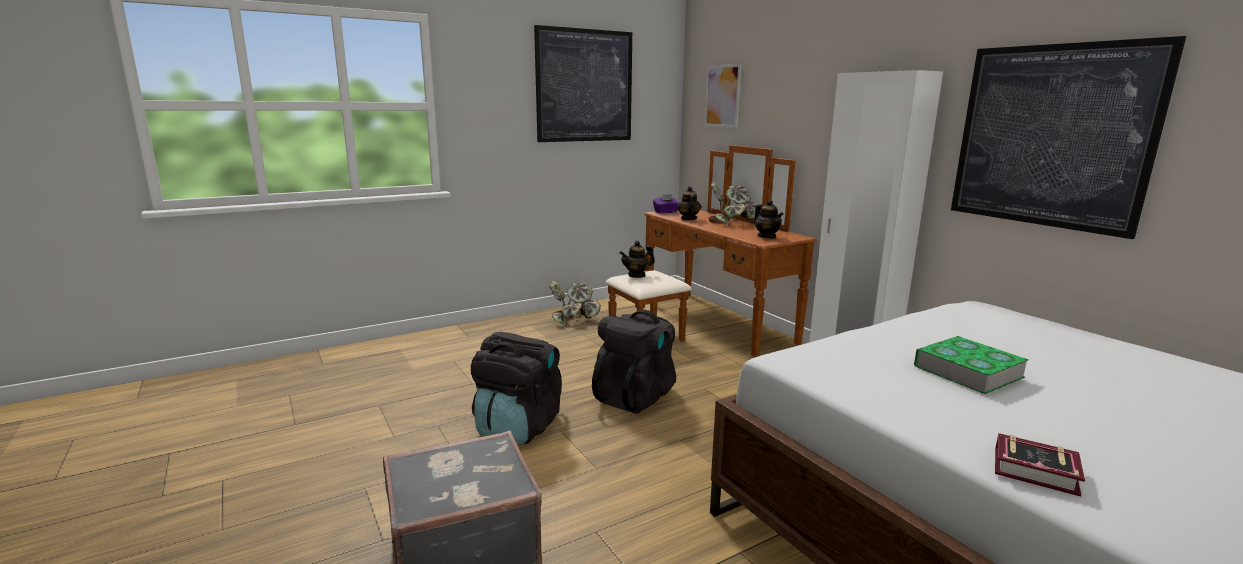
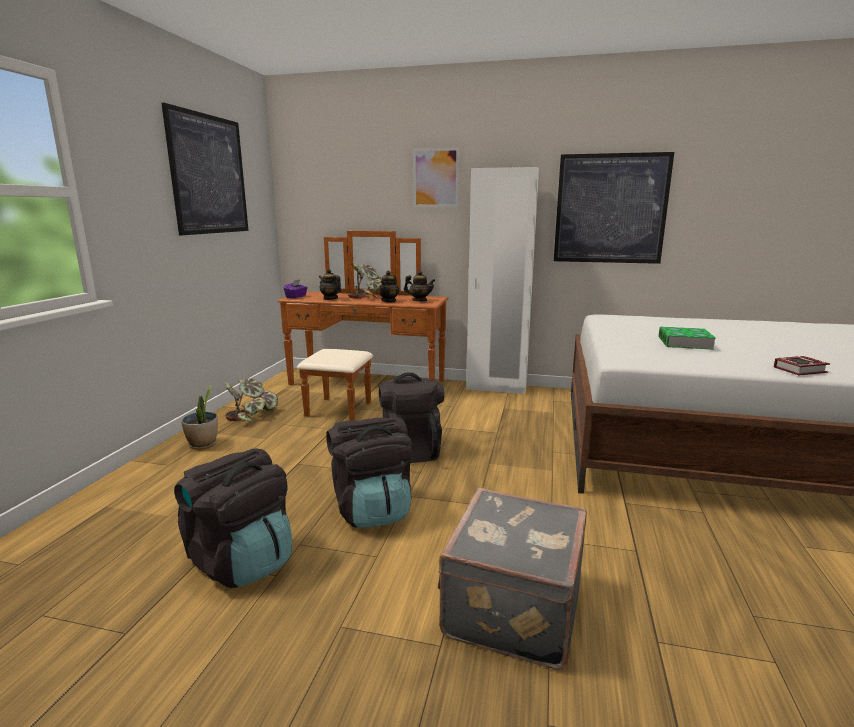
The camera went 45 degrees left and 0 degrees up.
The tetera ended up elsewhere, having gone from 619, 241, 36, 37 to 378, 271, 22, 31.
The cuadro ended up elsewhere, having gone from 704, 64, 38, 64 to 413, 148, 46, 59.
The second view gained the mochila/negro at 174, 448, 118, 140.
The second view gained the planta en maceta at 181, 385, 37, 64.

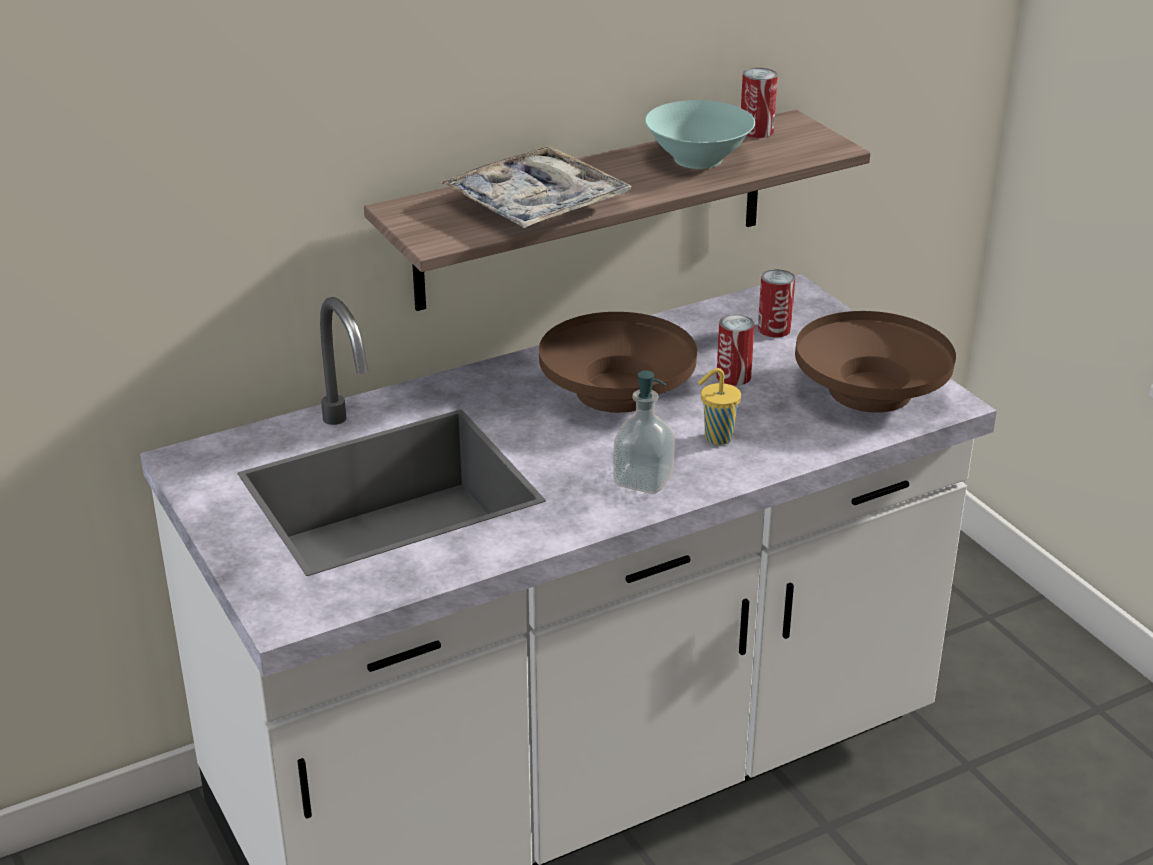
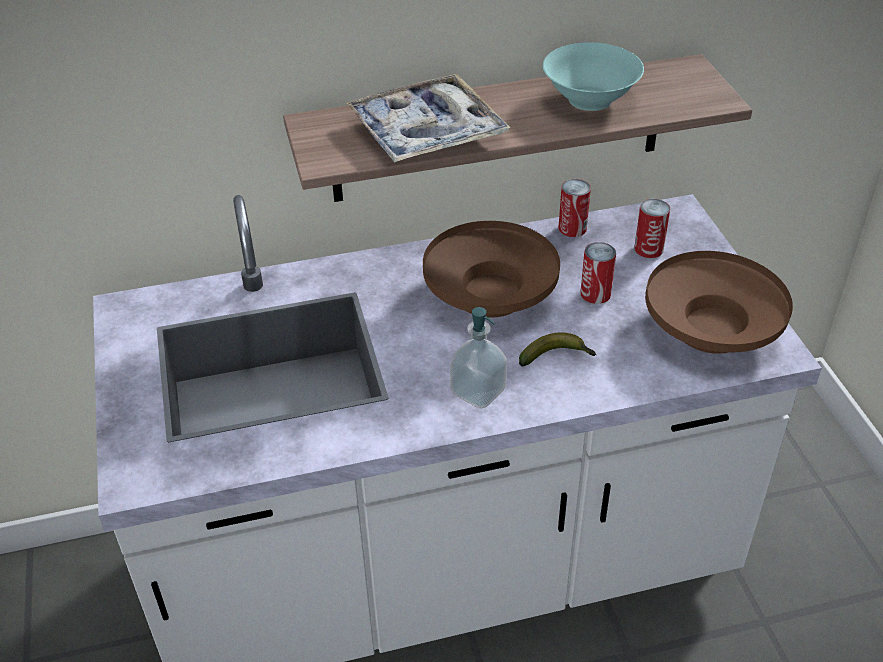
The camera went 15 degrees right and 10 degrees up.
Where the taza/amarillo stood at 698, 368, 43, 77, the plátano came to stand at 519, 332, 77, 35.
The lata ended up elsewhere, having gone from 741, 68, 37, 70 to 558, 179, 33, 58.

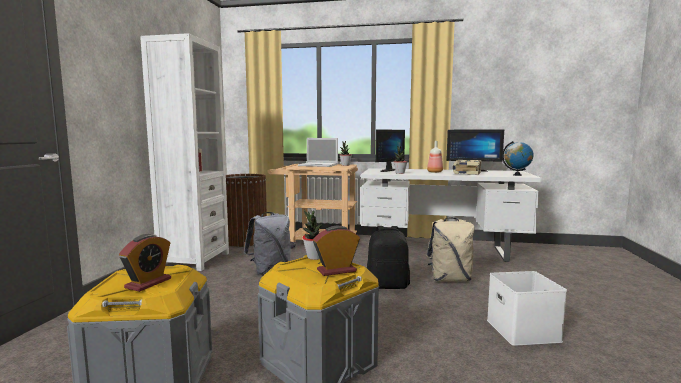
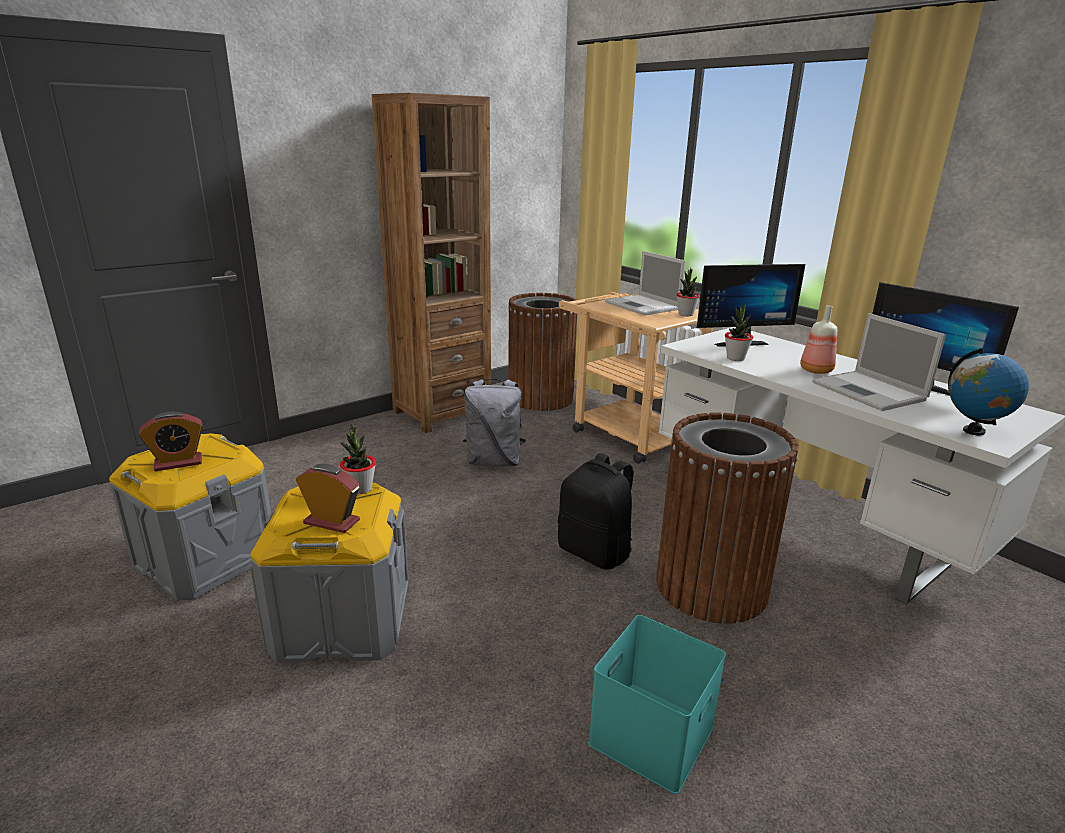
The camera went 40 degrees right and 15 degrees up.
What was the estantería/blanco at 140, 33, 89, 238 turned into the estantería/marrón at 372, 93, 119, 340.
Where the mochila/beis stood at 426, 217, 49, 65, the papelera/marrón came to stand at 656, 412, 143, 212.
Where the libro stood at 453, 160, 29, 15, the portátil came to stand at 812, 313, 134, 98.
What was the caja de almacenaje/blanco at 487, 271, 80, 75 turned into the caja de almacenaje/turquesa at 588, 615, 138, 179.

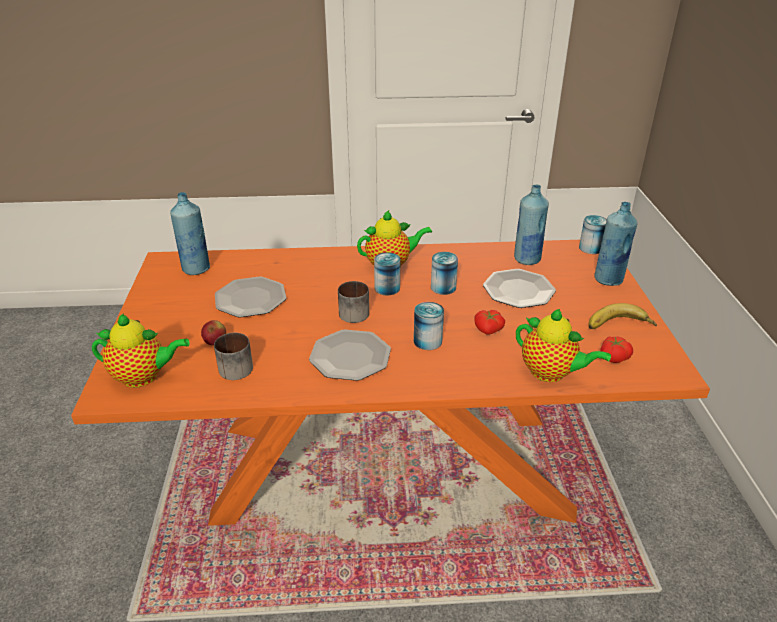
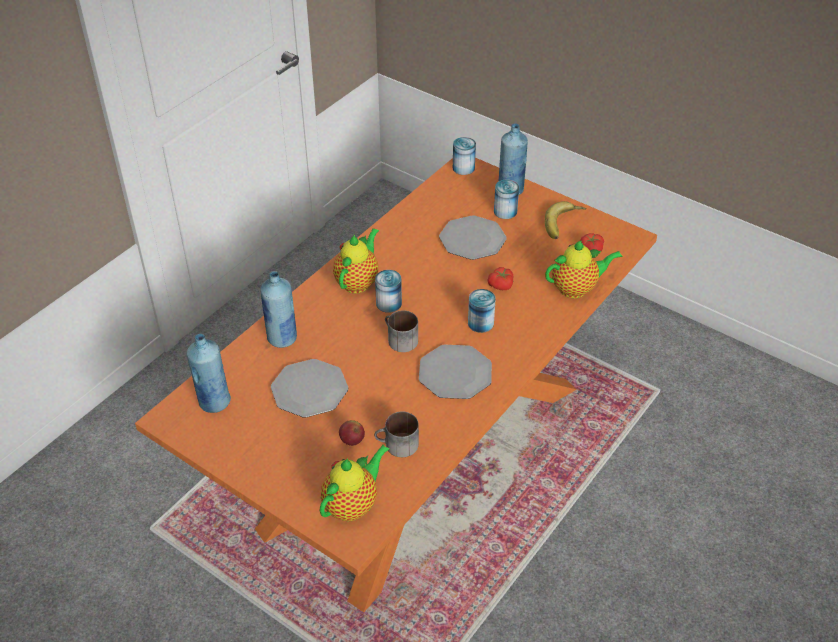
The camera went 50 degrees left and 10 degrees up.
The lata ended up elsewhere, having gone from 431, 252, 27, 43 to 494, 180, 25, 39.
The botella/azul ended up elsewhere, having gone from 514, 185, 35, 80 to 260, 271, 37, 77.

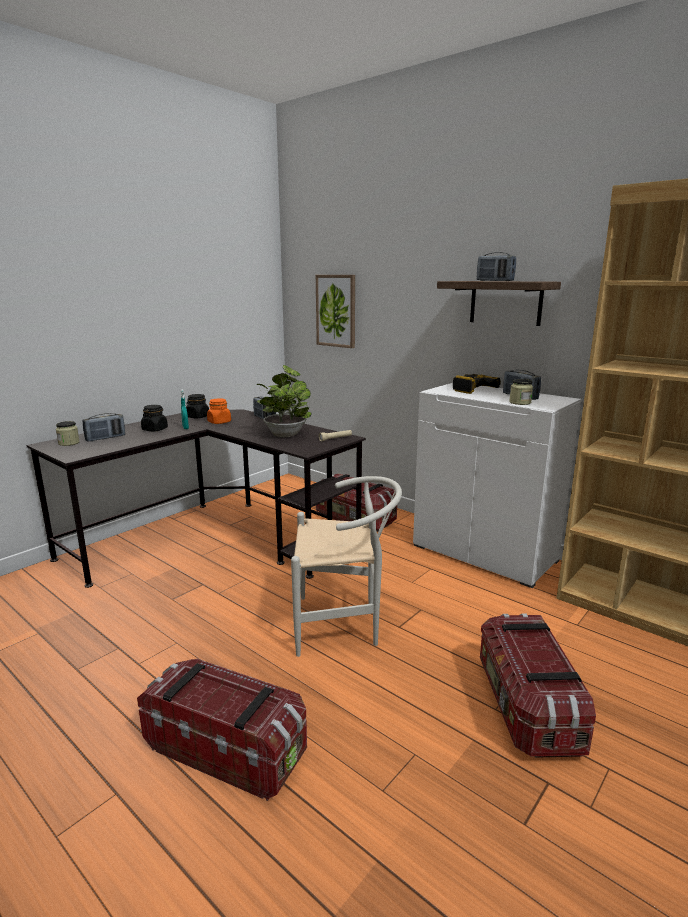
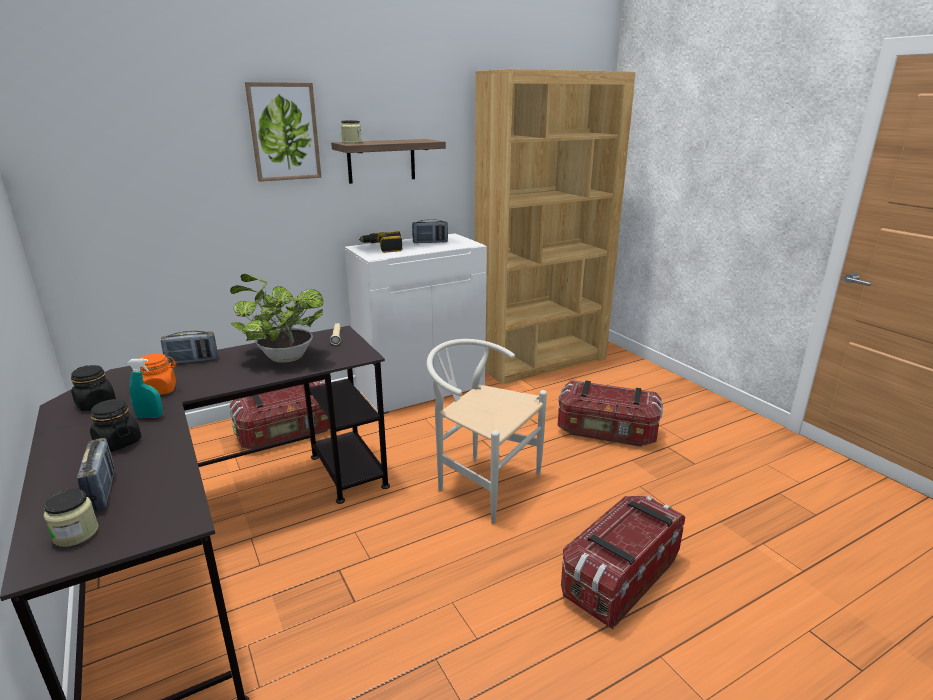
The camera went 70 degrees left and 5 degrees up.
The silla/blanco at 291, 476, 111, 181 ended up facing another way, 75 degrees counterclockwise from before.
The cuadro ended up elsewhere, having gone from 316, 275, 39, 73 to 245, 82, 76, 100.
The second view lost the radio at 477, 252, 39, 29.
The tarro ended up elsewhere, having gone from 509, 379, 24, 26 to 341, 120, 21, 24.

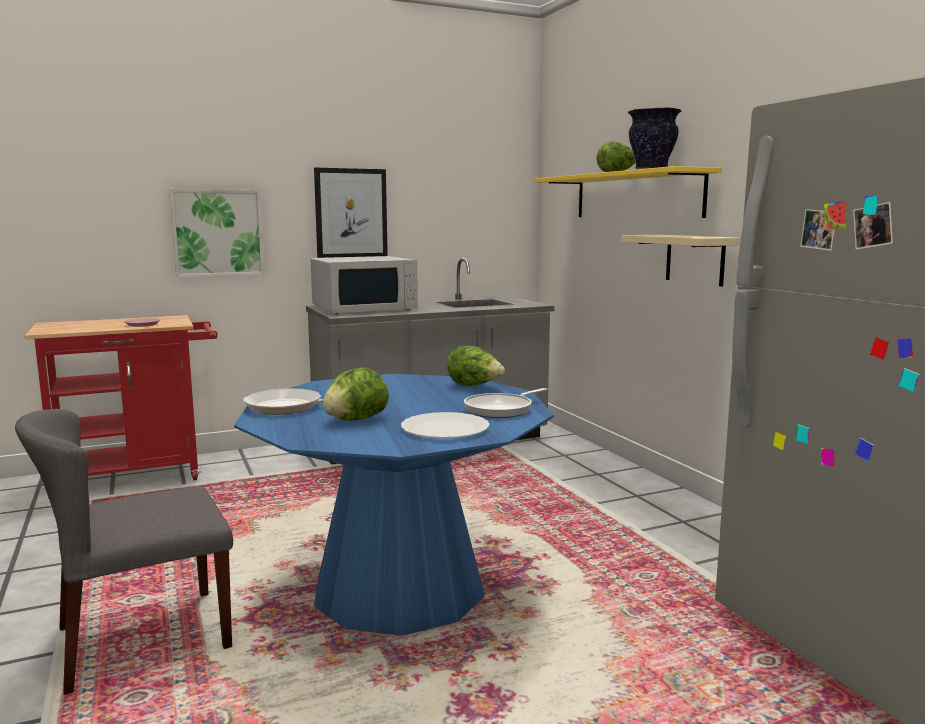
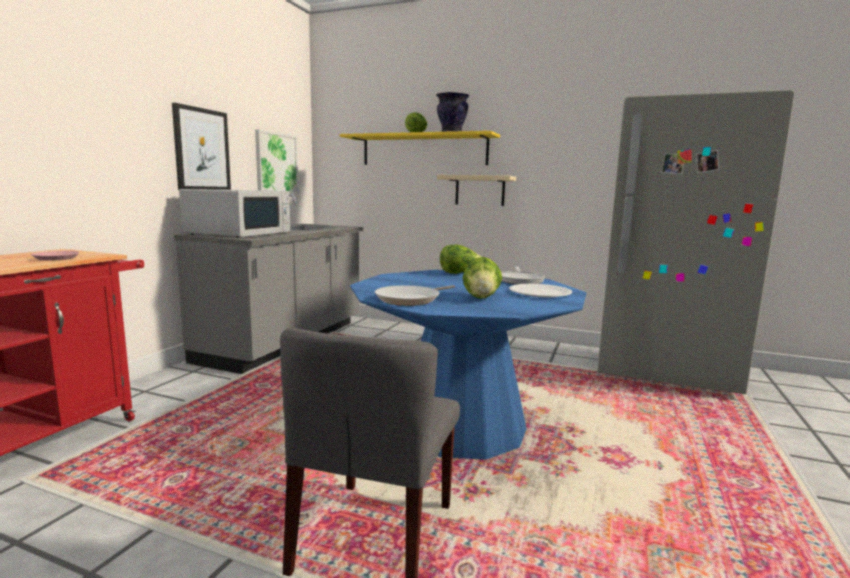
The camera went 45 degrees left and 0 degrees up.
The cuadro ended up elsewhere, having gone from 169, 189, 96, 89 to 255, 129, 44, 65.

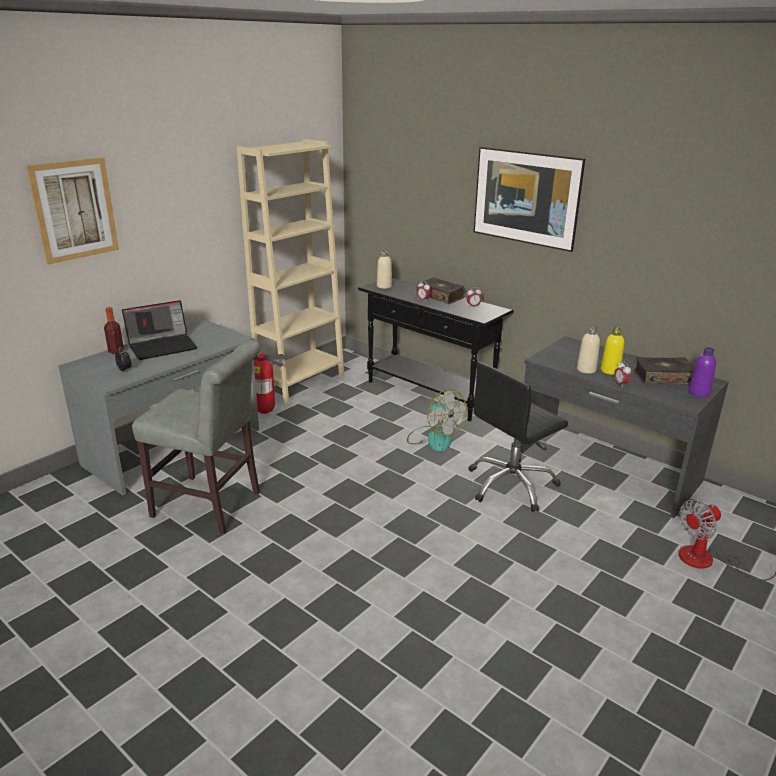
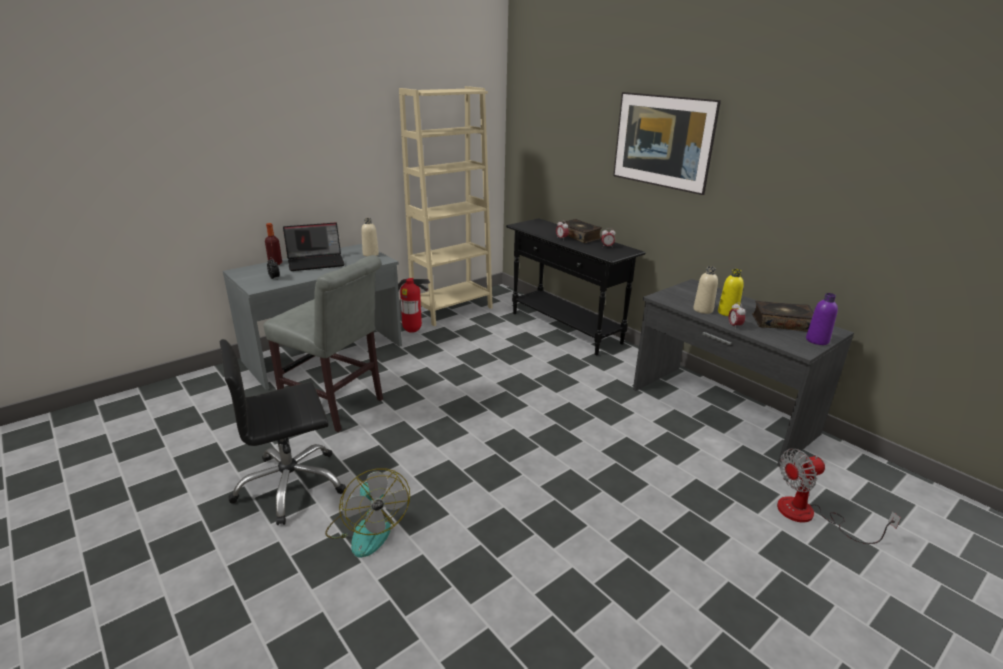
The camera went 10 degrees right and 0 degrees up.
The second view lost the cuadro at 26, 157, 93, 108.
The botella/beis ended up elsewhere, having gone from 377, 251, 15, 38 to 361, 218, 18, 38.
The ventilador ended up elsewhere, having gone from 407, 389, 60, 62 to 325, 468, 85, 90.
The silla de oficina/negro ended up elsewhere, having gone from 468, 362, 100, 150 to 220, 339, 126, 186.

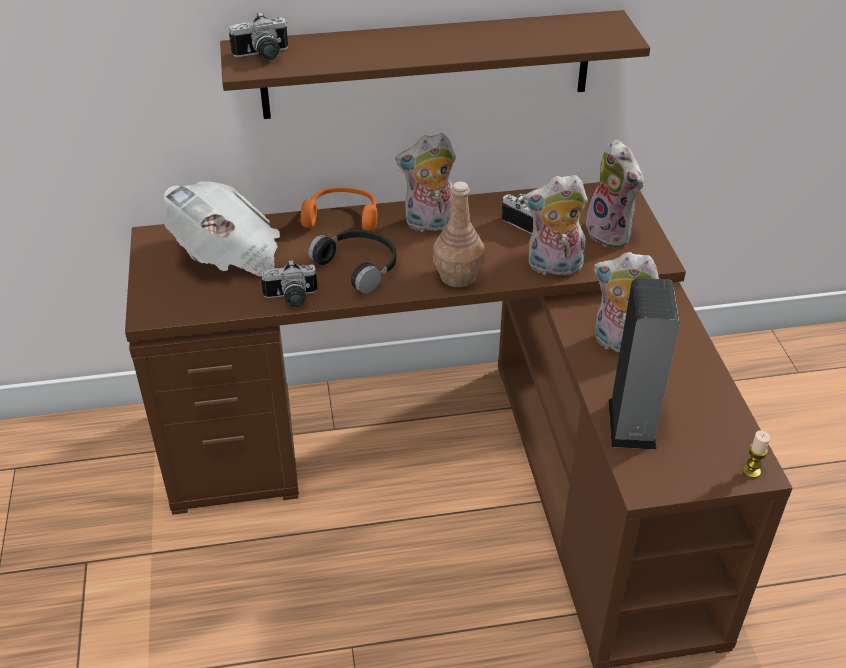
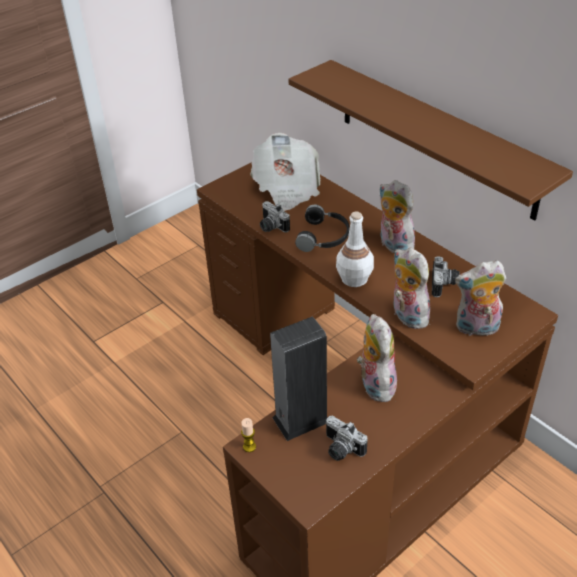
The camera went 60 degrees right and 0 degrees up.
The cámara ended up elsewhere, having gone from 229, 12, 59, 48 to 325, 416, 43, 45.
The second view lost the auriculares/naranja at 300, 187, 77, 45.
What was the botella/marrón at 433, 181, 51, 106 turned into the botella/blanco at 336, 211, 38, 76.
The peluche at 586, 139, 58, 108 ended up facing another way, 60 degrees clockwise from before.
The vela ended up elsewhere, having gone from 743, 430, 27, 48 to 241, 418, 15, 34.

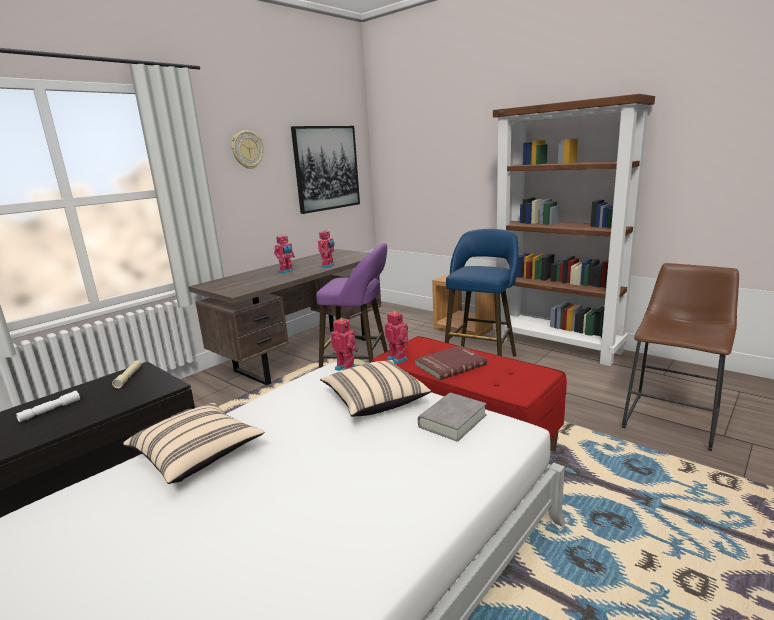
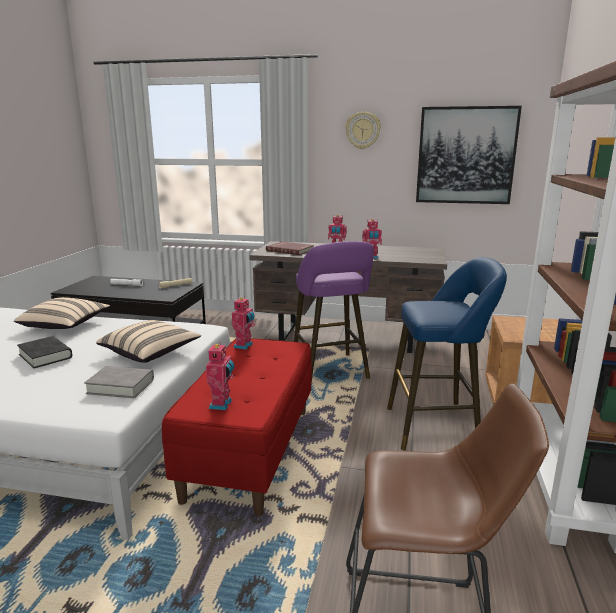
The camera went 60 degrees right and 0 degrees up.
The robot de juguete ended up elsewhere, having gone from 330, 318, 29, 53 to 206, 342, 28, 68.
The libro/rojo ended up elsewhere, having gone from 415, 345, 72, 35 to 266, 241, 48, 14.
The second view gained the libro/negro at 17, 336, 55, 32.

